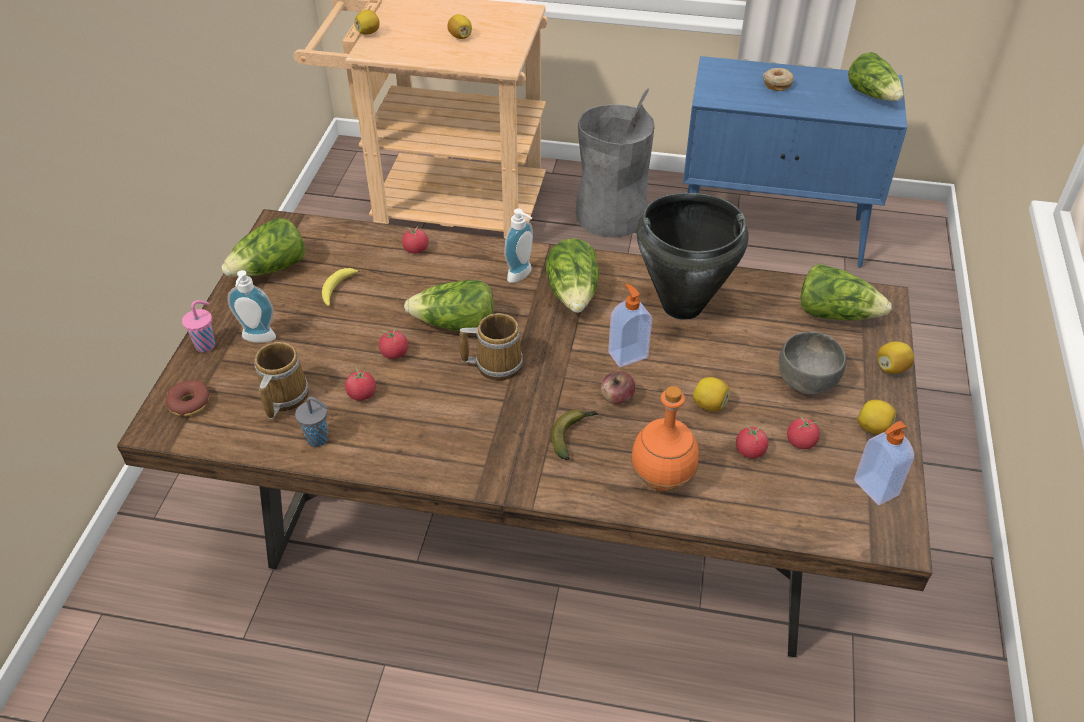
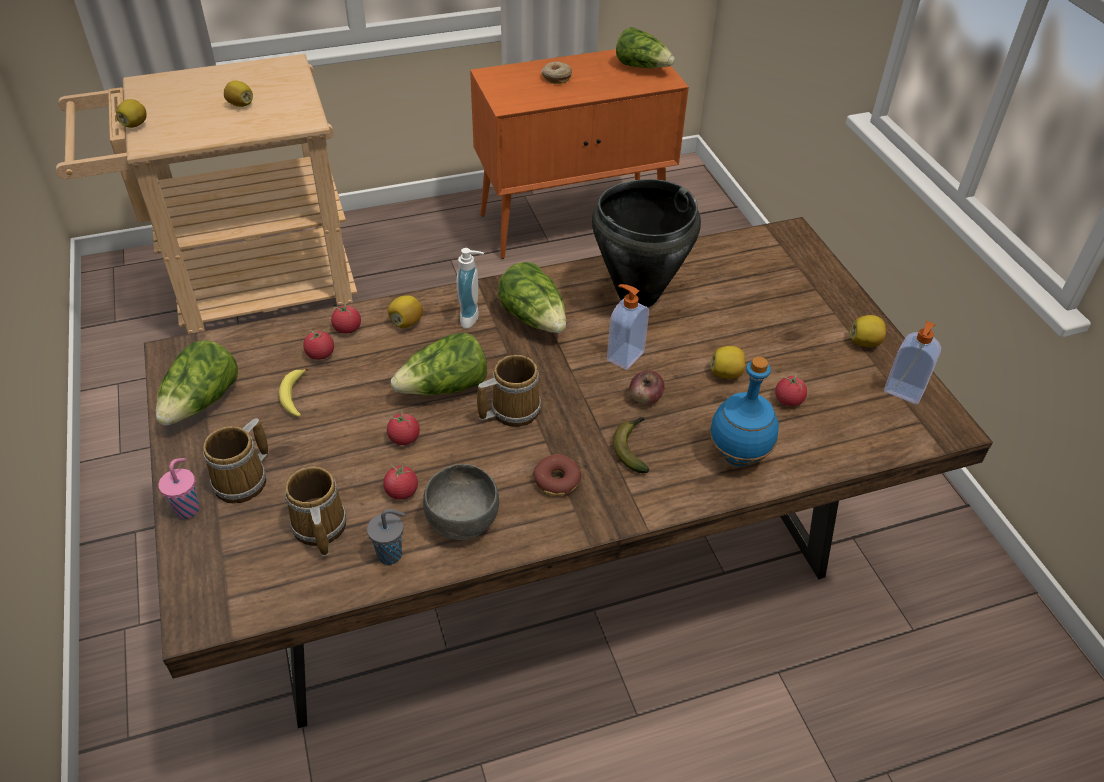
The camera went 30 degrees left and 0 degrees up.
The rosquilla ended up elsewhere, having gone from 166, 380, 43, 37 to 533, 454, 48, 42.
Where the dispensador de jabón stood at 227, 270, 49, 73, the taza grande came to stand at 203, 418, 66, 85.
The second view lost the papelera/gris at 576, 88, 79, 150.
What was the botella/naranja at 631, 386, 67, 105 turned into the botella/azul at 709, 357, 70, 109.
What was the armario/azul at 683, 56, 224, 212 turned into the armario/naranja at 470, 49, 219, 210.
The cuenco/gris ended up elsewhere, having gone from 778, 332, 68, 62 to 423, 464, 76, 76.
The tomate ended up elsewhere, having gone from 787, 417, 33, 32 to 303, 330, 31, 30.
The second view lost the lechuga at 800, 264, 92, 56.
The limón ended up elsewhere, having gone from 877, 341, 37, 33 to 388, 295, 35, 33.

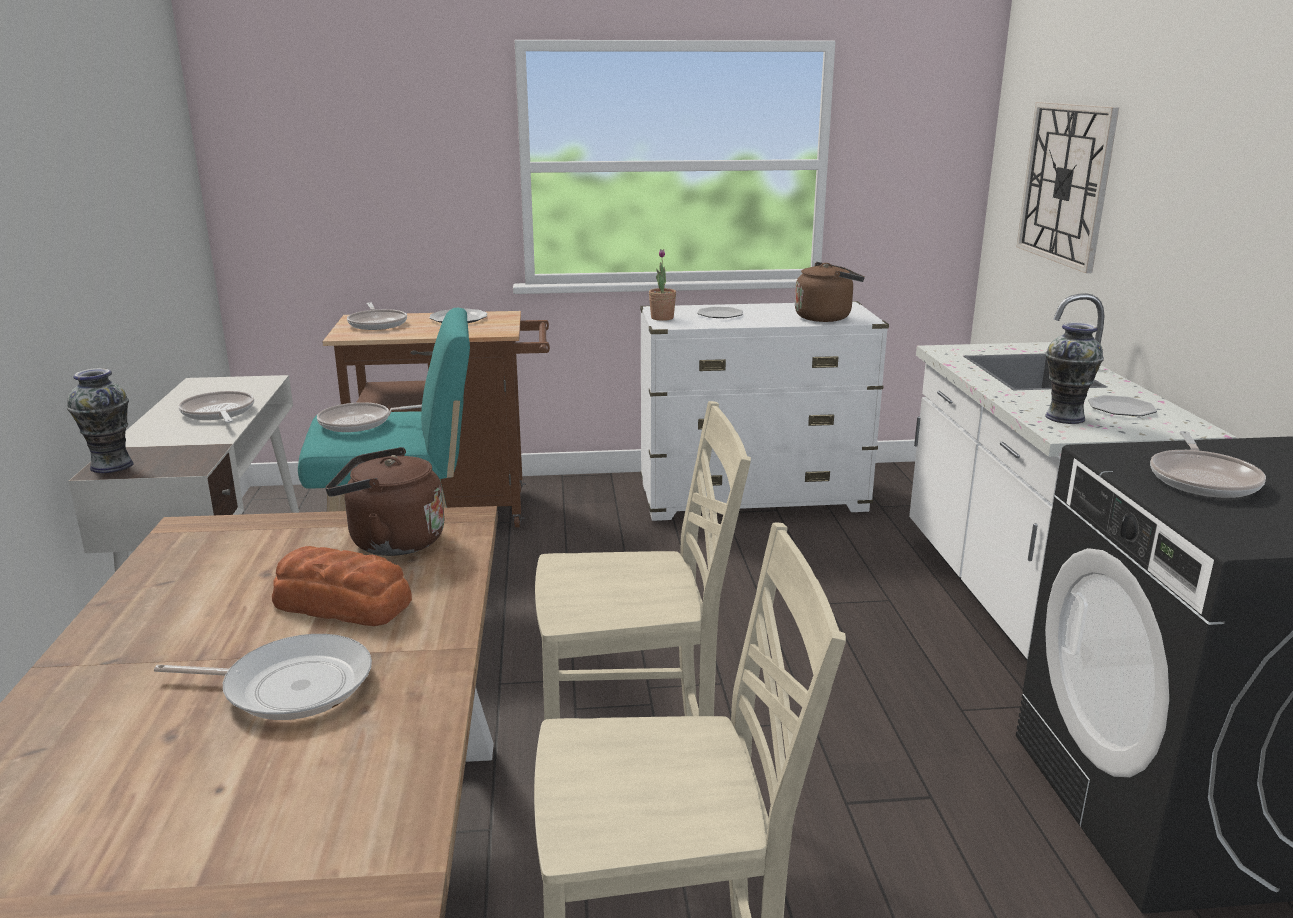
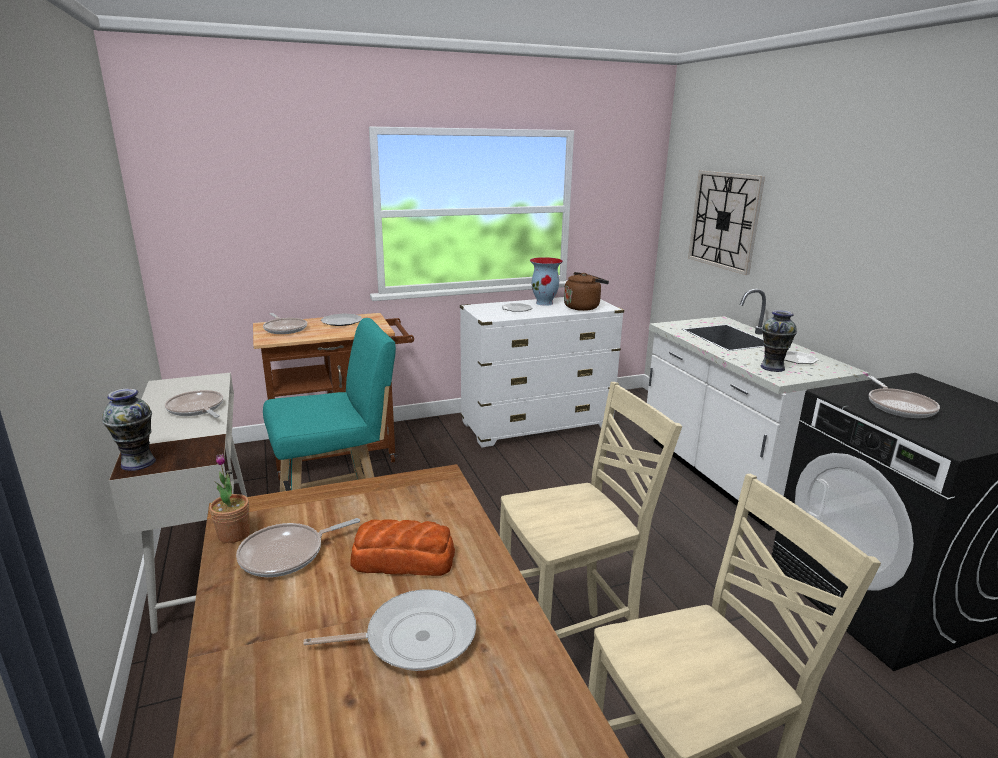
The camera went 15 degrees left and 0 degrees up.
The sartén ended up elsewhere, having gone from 317, 402, 105, 30 to 236, 518, 124, 59.
The second view lost the hervidor/marrón at 325, 447, 119, 109.
The planta en maceta ended up elsewhere, having gone from 649, 249, 27, 72 to 209, 454, 41, 89.
The second view gained the florero at 530, 257, 33, 49.

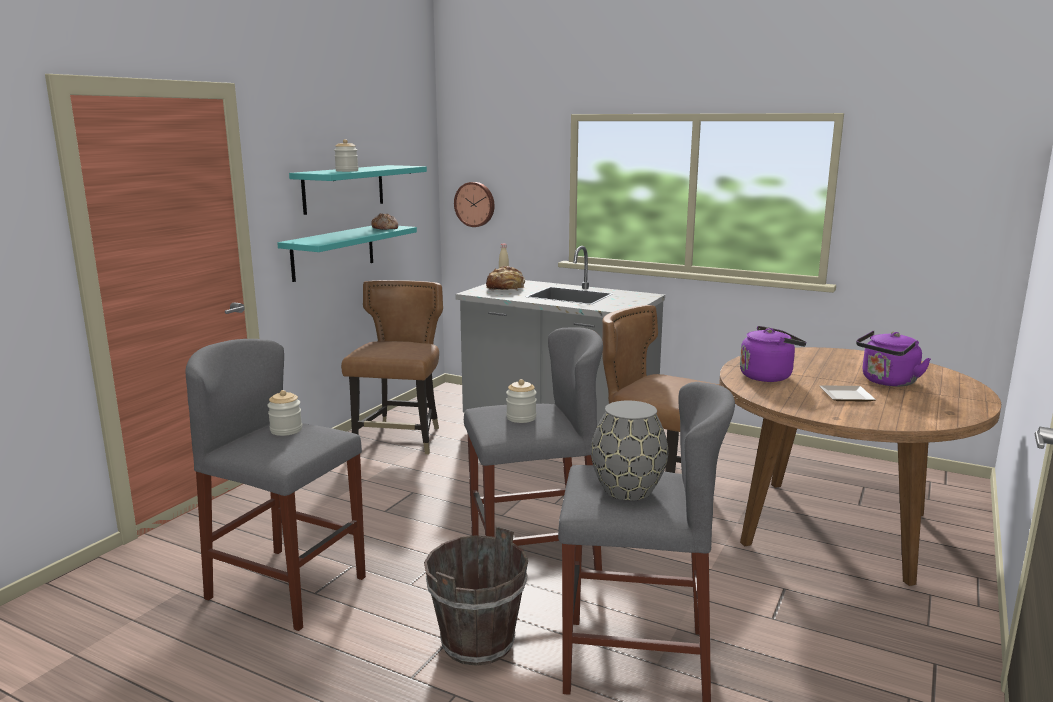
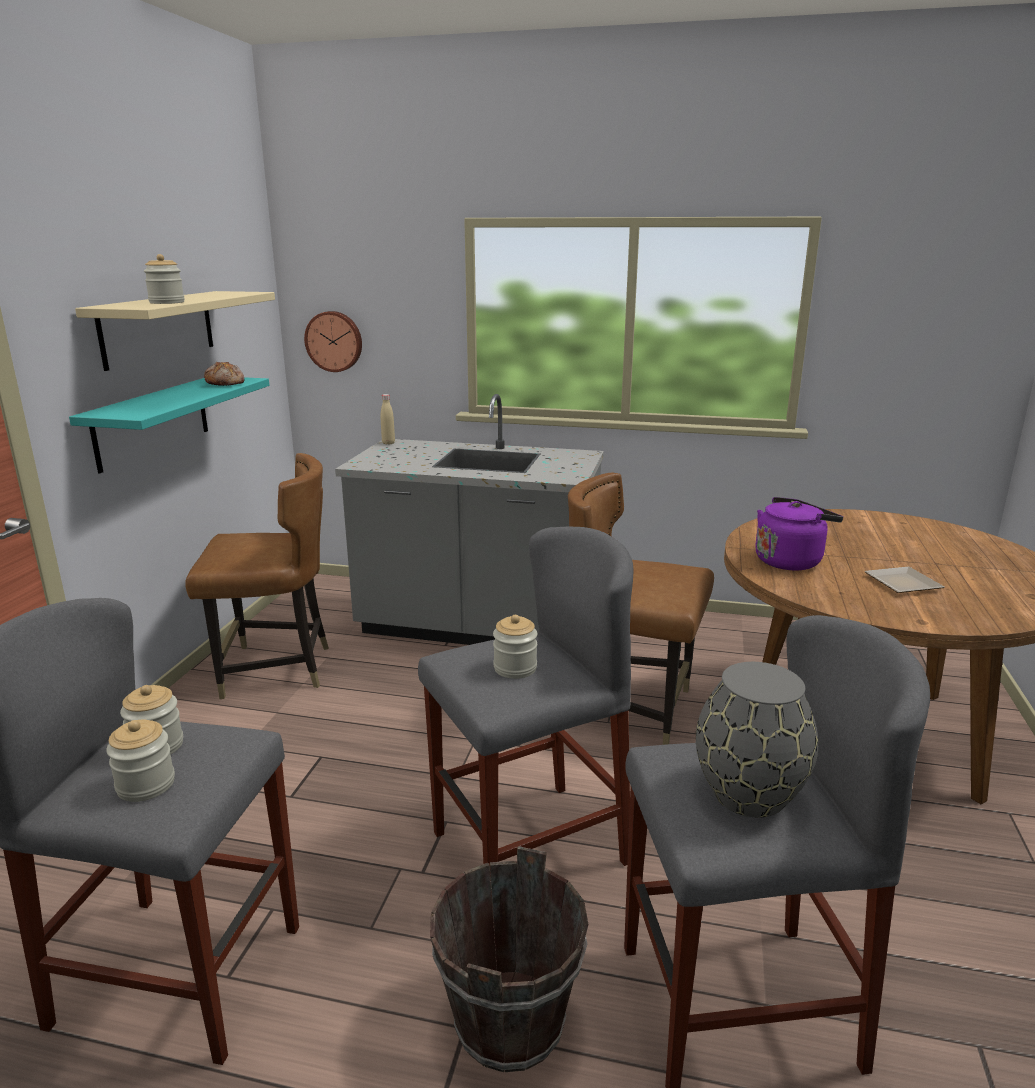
The camera went 15 degrees left and 5 degrees up.
What was the estante/turquesa at 289, 165, 138, 50 turned into the estante/beis at 75, 291, 200, 80.
The silla/marrón at 341, 280, 102, 174 ended up facing another way, 90 degrees clockwise from before.
The second view lost the pan at 486, 266, 39, 24.
The second view lost the hervidor/morado at 856, 331, 75, 56.
The second view gained the tarro at 106, 720, 69, 82.

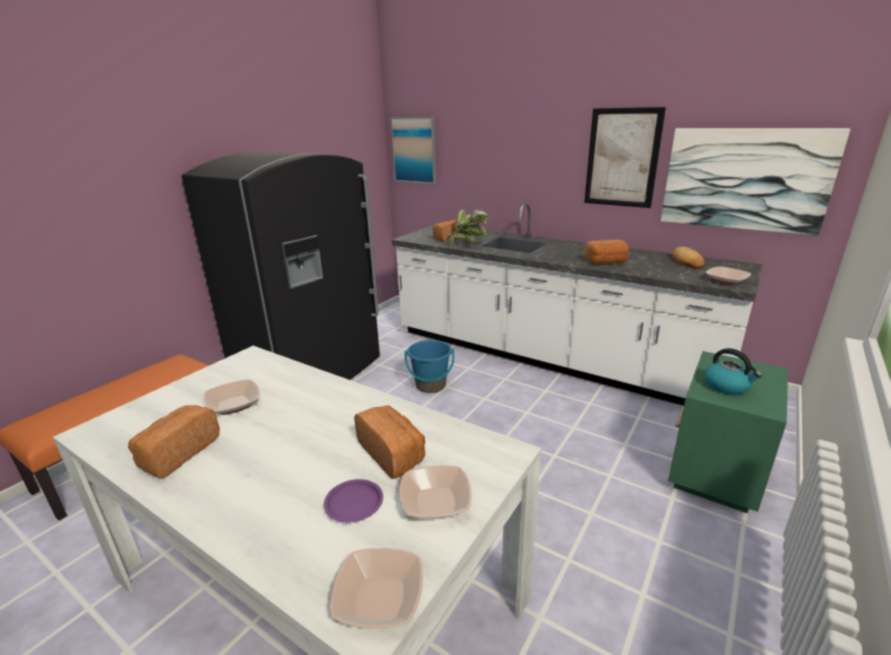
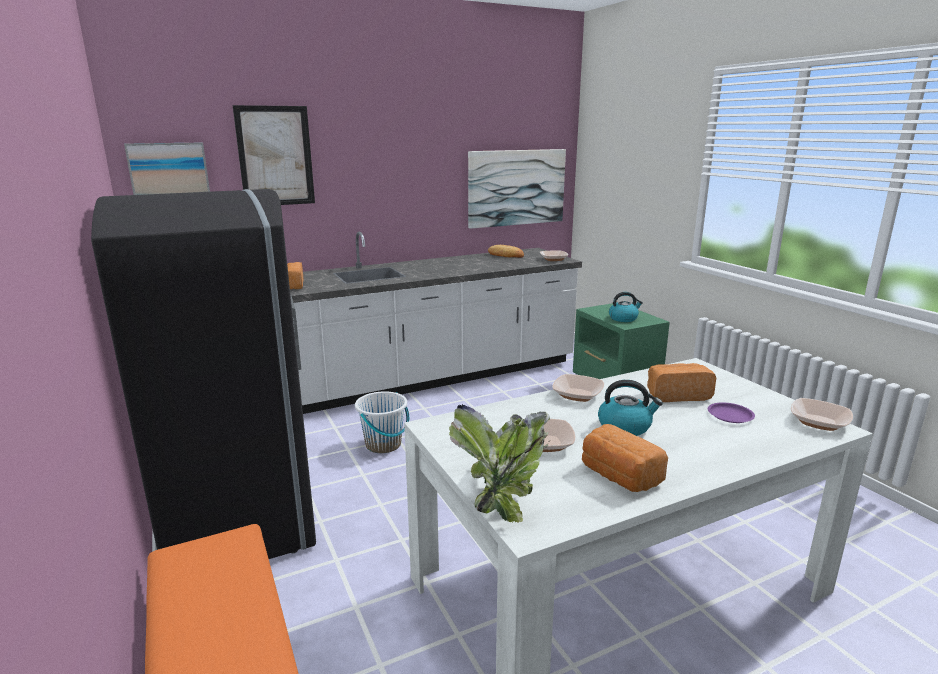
The camera went 60 degrees left and 5 degrees down.
The cuenco ended up elsewhere, having gone from 400, 465, 72, 53 to 552, 374, 52, 28.
What was the cubo/azul at 405, 340, 49, 53 turned into the cubo/blanco at 355, 392, 54, 61.
The planta en maceta ended up elsewhere, having gone from 447, 203, 42, 42 to 449, 404, 101, 119.
The cuadro ended up elsewhere, having gone from 584, 107, 82, 101 to 232, 105, 83, 100.
The second view lost the pan at 585, 240, 44, 24.
The second view gained the hervidor at 598, 380, 65, 56.

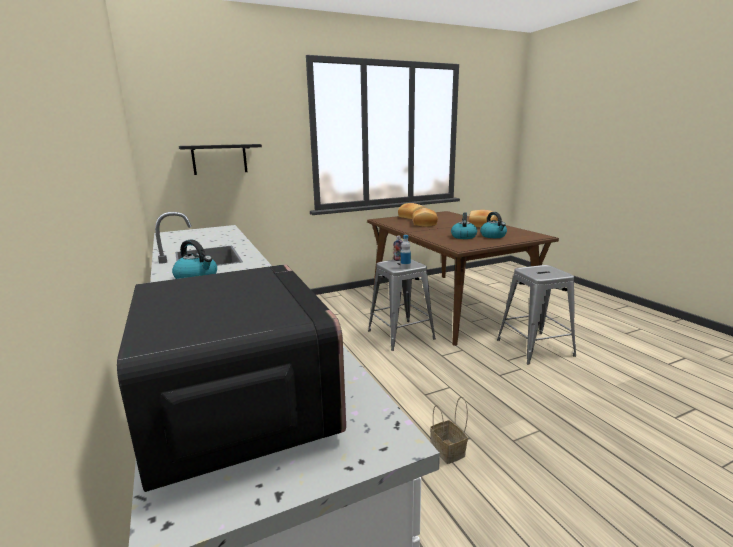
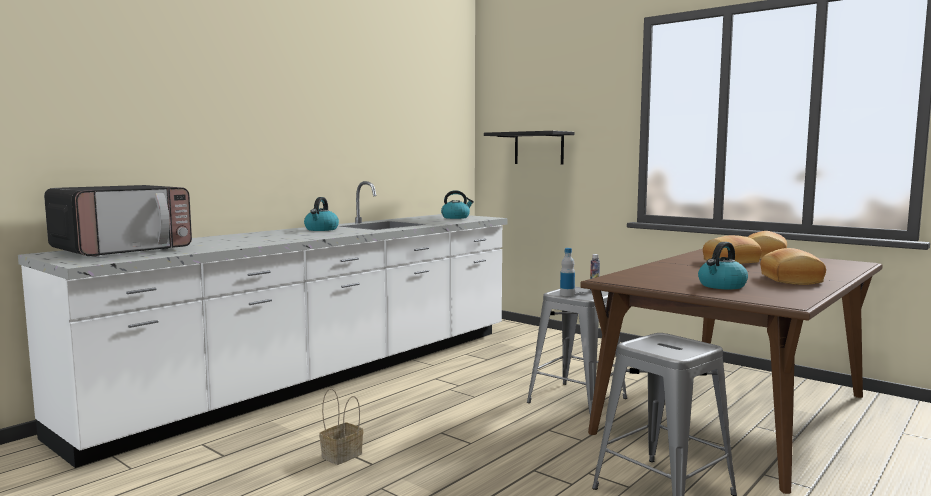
The camera went 65 degrees right and 10 degrees down.
The hervidor ended up elsewhere, having gone from 451, 212, 26, 27 to 441, 190, 33, 29.

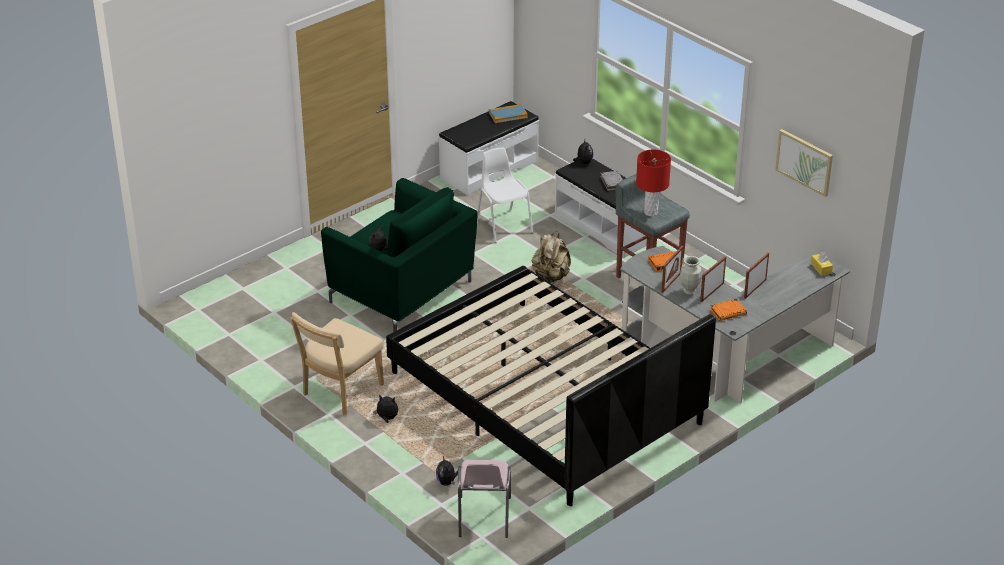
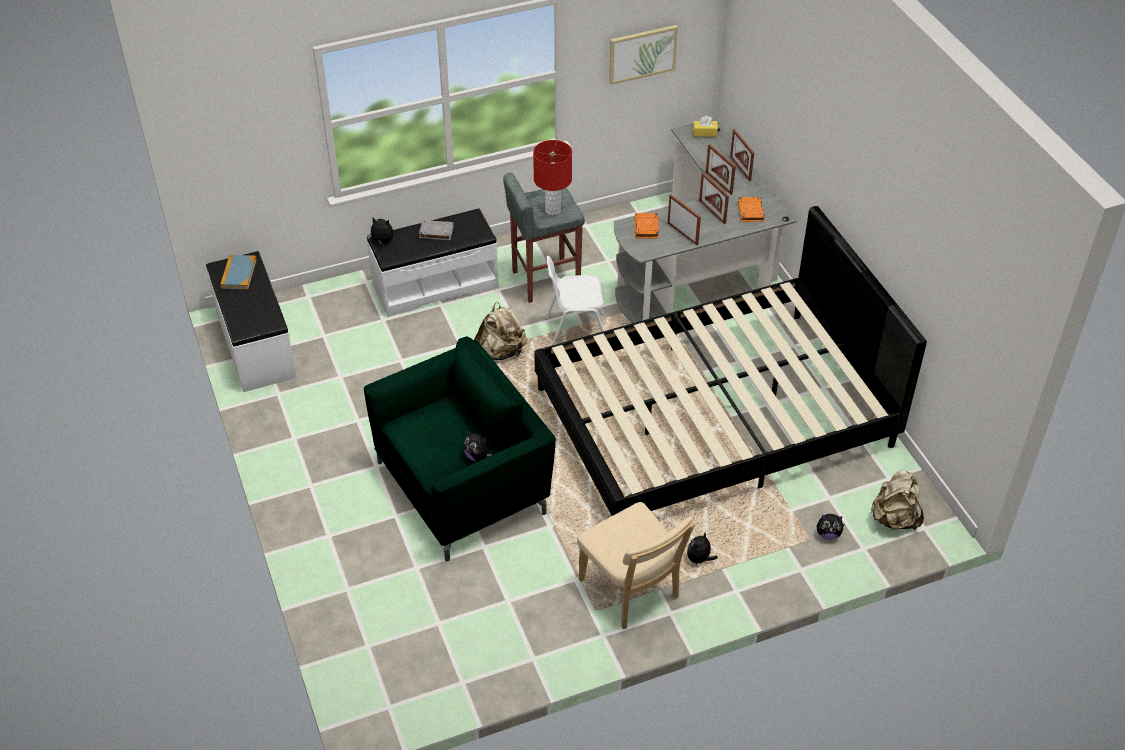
The camera went 70 degrees left and 10 degrees up.
Where the silla/rosa stood at 458, 460, 53, 78, the mochila/beis came to stand at 870, 470, 54, 60.
The silla/blanco ended up elsewhere, having gone from 477, 148, 56, 95 to 546, 256, 58, 90.
The second view lost the florero at 680, 256, 22, 39.
The second view gained the portarretratos at 730, 129, 24, 52.

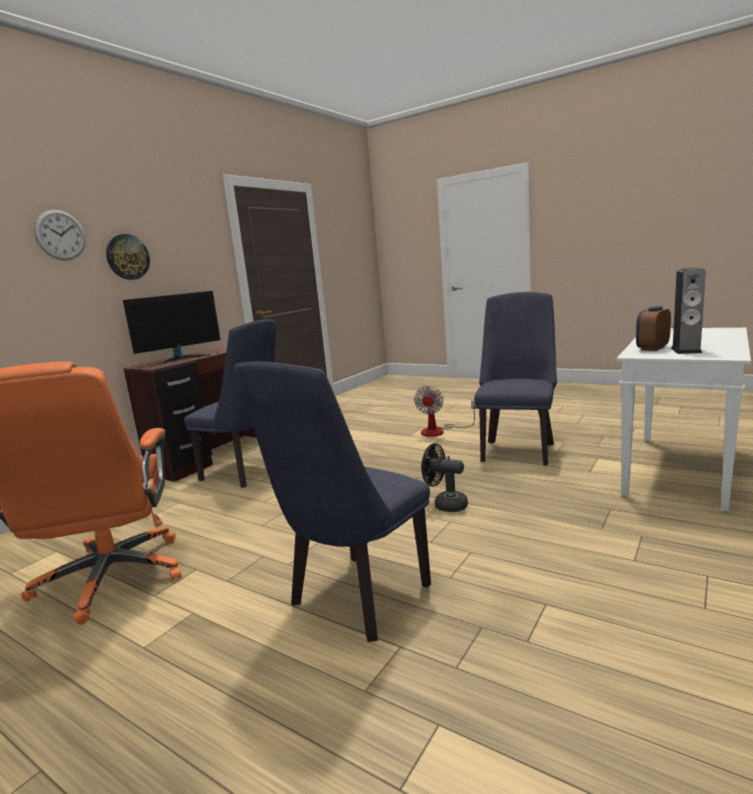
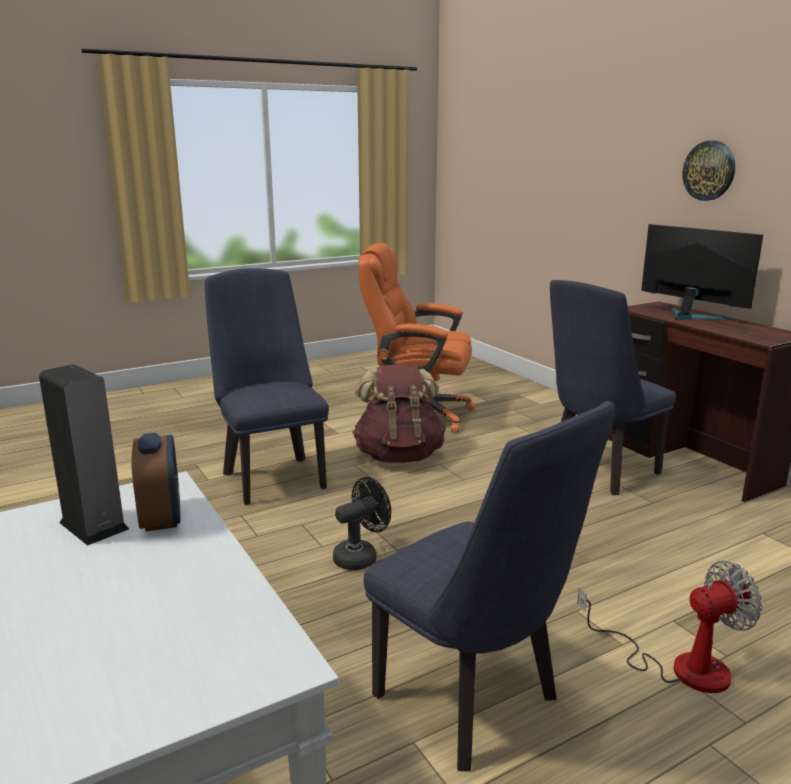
The camera went 115 degrees right and 5 degrees up.
The second view lost the reloj de pared at 34, 209, 52, 51.
The monitor at 123, 291, 98, 74 ended up facing another way, 150 degrees clockwise from before.
The ventilador at 414, 386, 63, 51 ended up facing another way, 120 degrees clockwise from before.
The second view gained the mochila/marrón at 353, 364, 93, 99.

